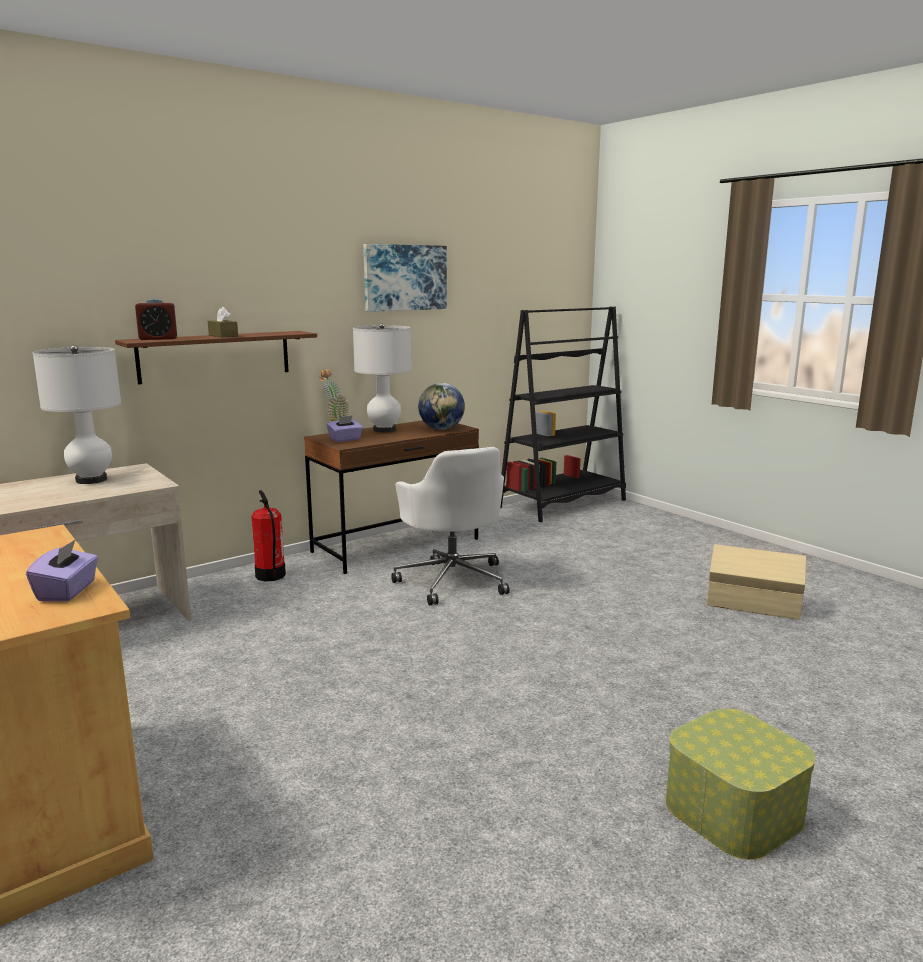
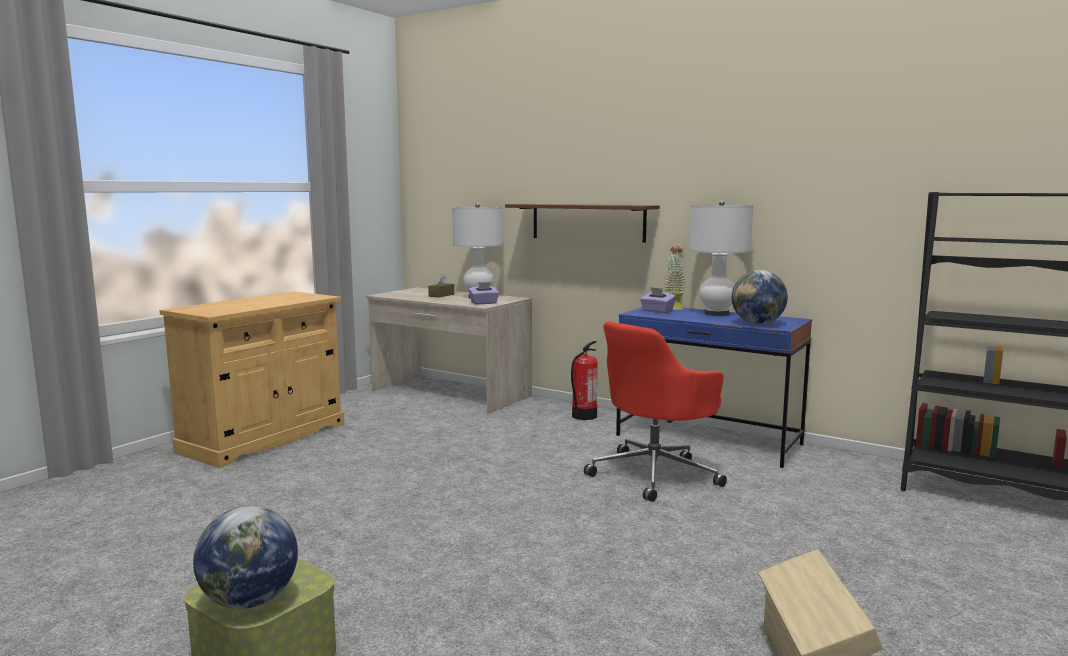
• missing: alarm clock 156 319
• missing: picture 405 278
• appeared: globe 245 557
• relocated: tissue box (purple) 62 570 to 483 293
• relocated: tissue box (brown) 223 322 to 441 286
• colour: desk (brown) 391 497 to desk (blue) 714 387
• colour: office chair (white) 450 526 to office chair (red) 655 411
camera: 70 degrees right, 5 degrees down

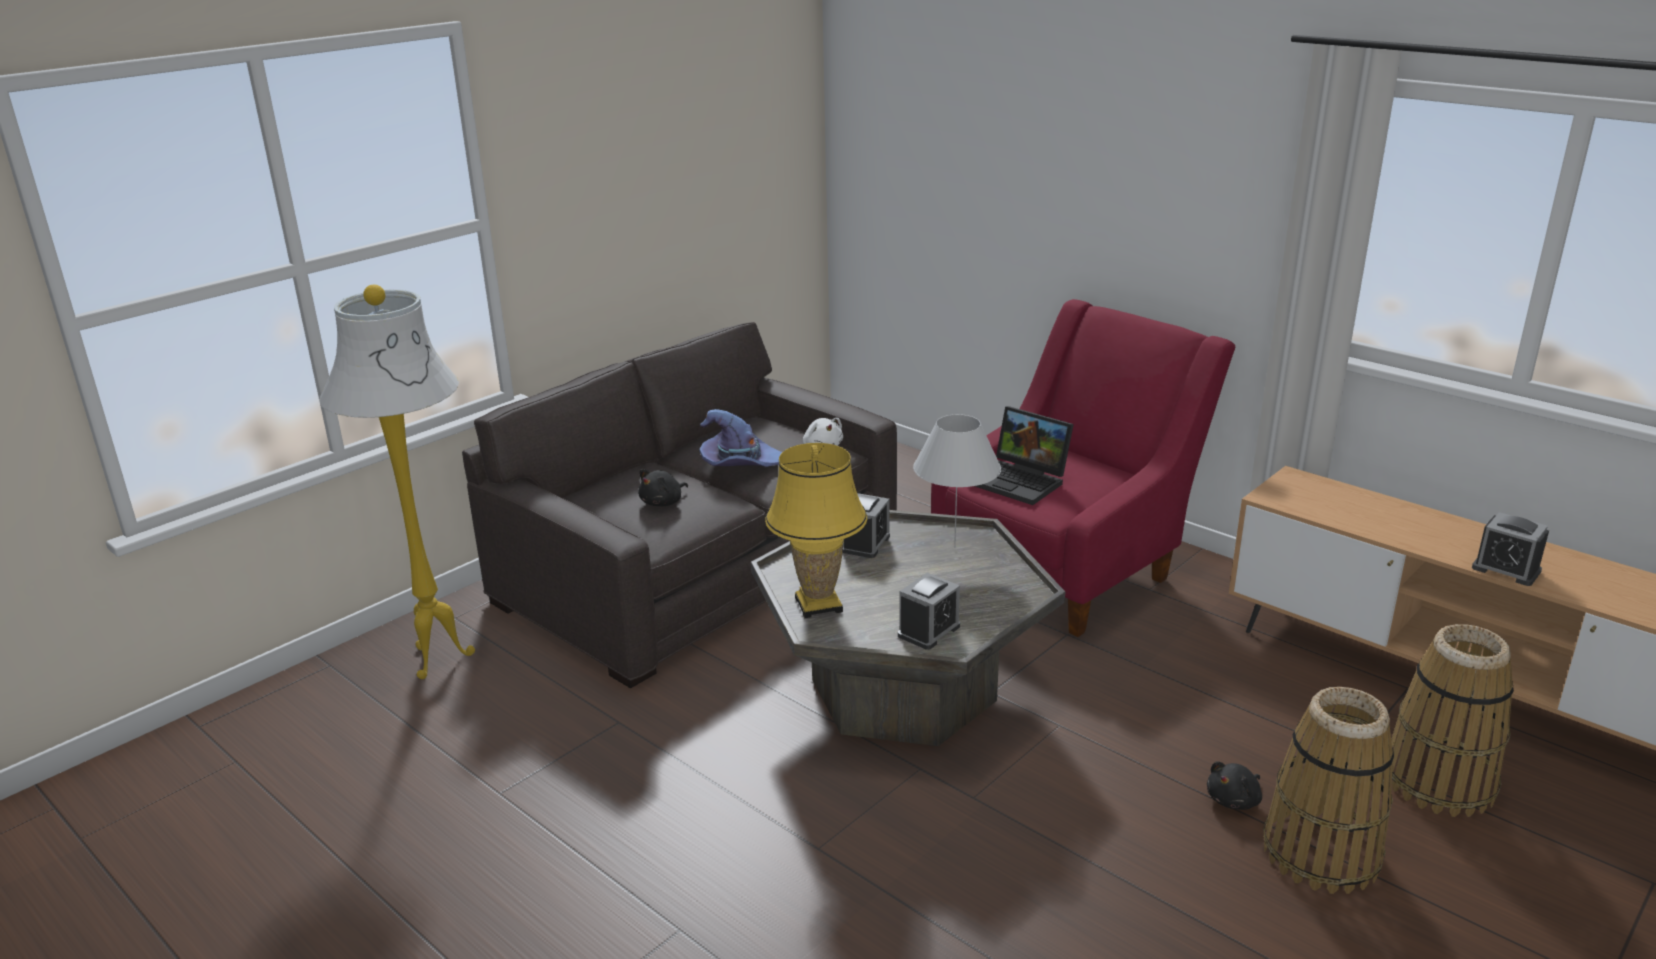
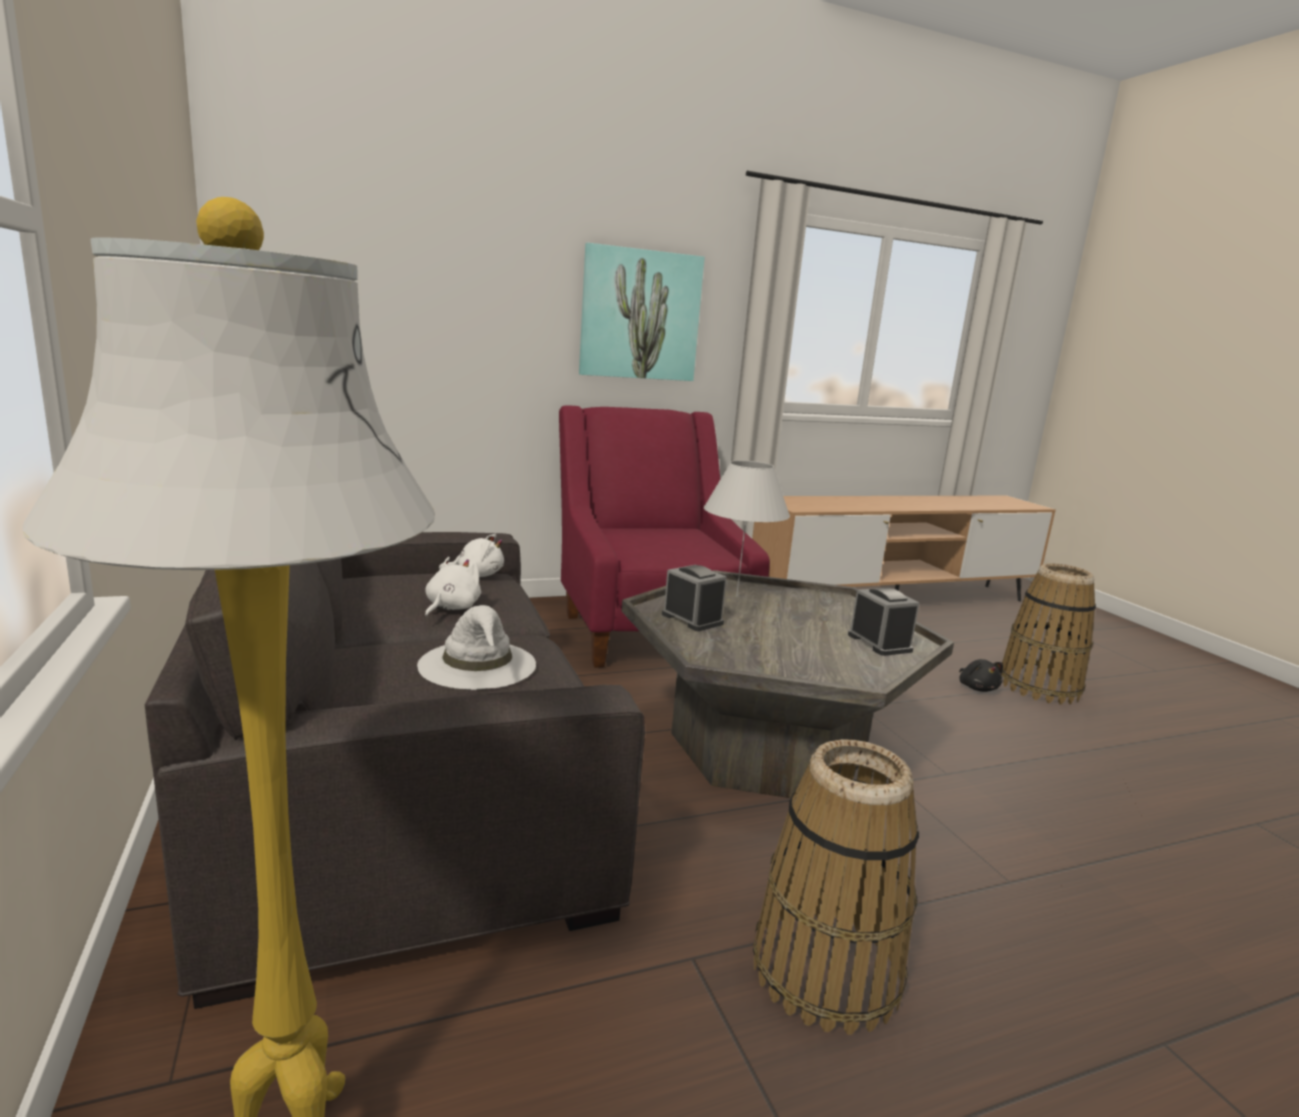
• missing: table lamp (yellow) 816 530
• missing: laptop 1024 455
• missing: alarm clock 1510 549
• appeared: picture 642 312
• relocated: basket 1448 720 to 836 887
• exchanged: plush toy (black) 663 487 to hat (white) 476 647
• exchanged: hat (purple) 740 438 to plush toy (white) 453 587
camera: 65 degrees left, 10 degrees down

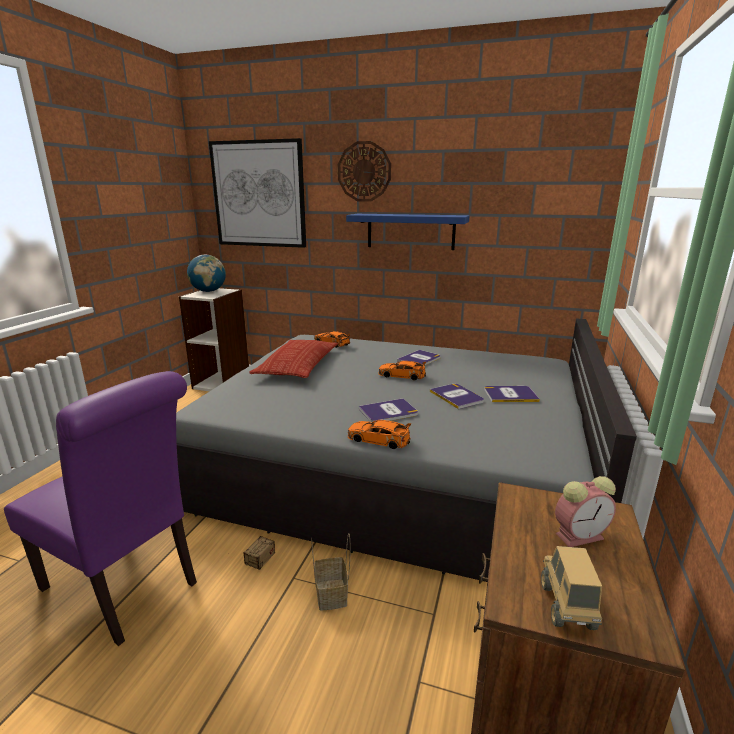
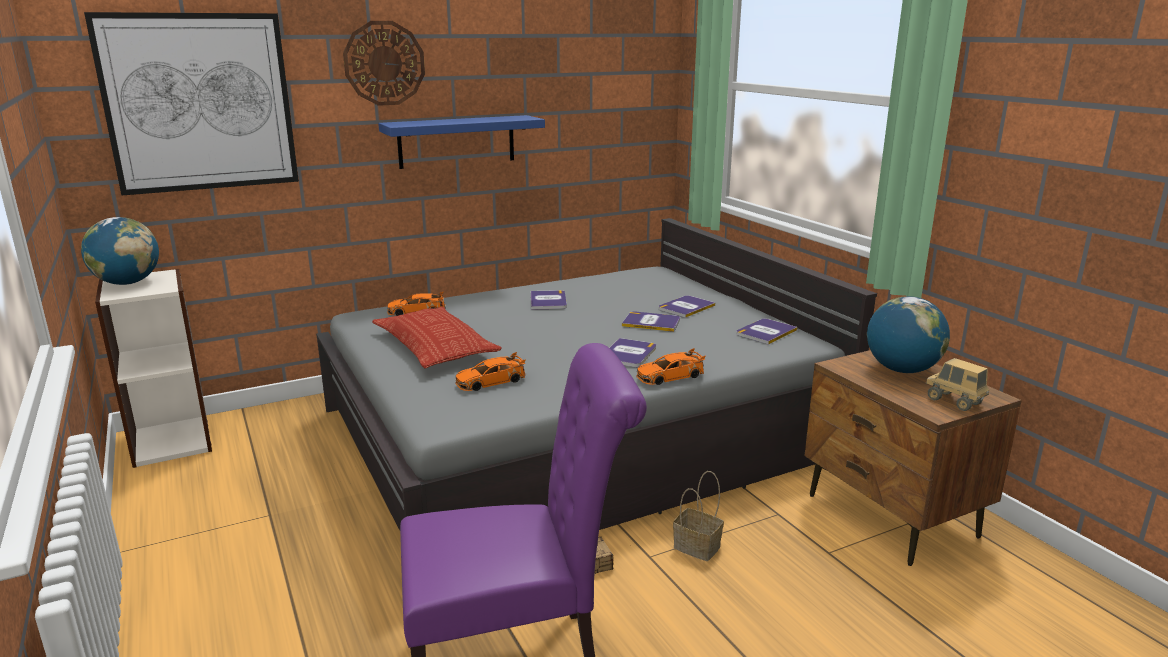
• appeared: book 766 331
• relocated: toy car (orange) 402 370 to 490 371
• exchanged: alarm clock 585 511 to globe 908 334
camera: 45 degrees left, 0 degrees up

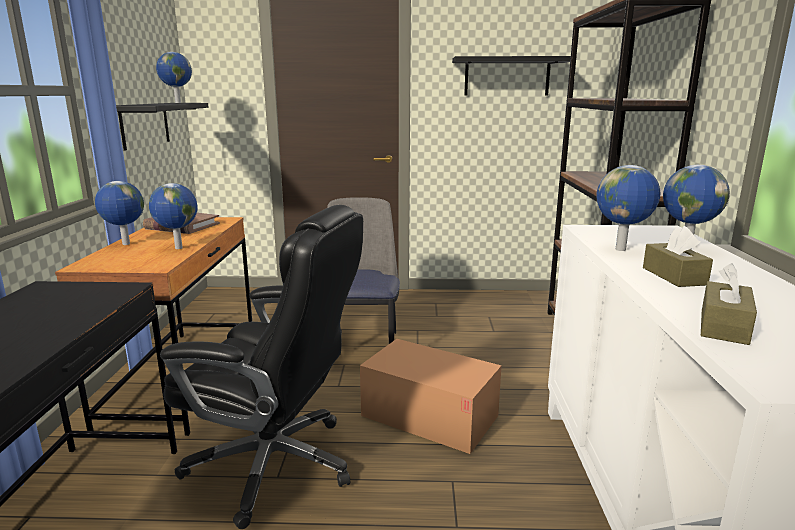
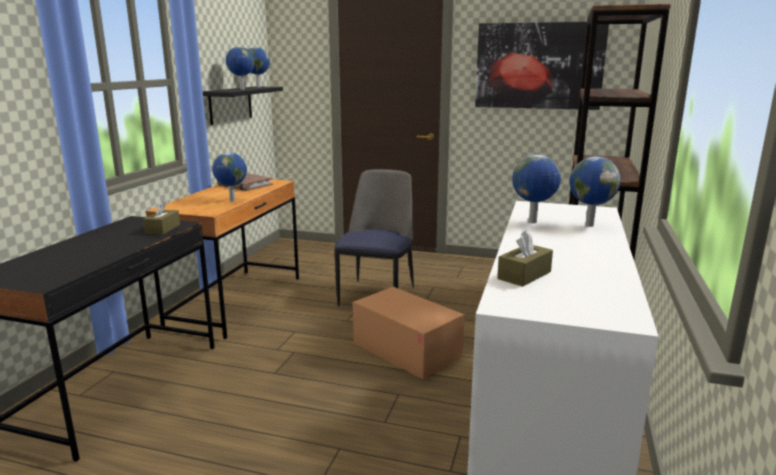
• missing: office chair (black) 261 367
• relocated: globe 119 213 to 240 68
• relocated: tissue box (brown) 678 256 to 161 217
• exchanged: shelf (black) 511 76 to picture 542 66
camera: 15 degrees right, 0 degrees up

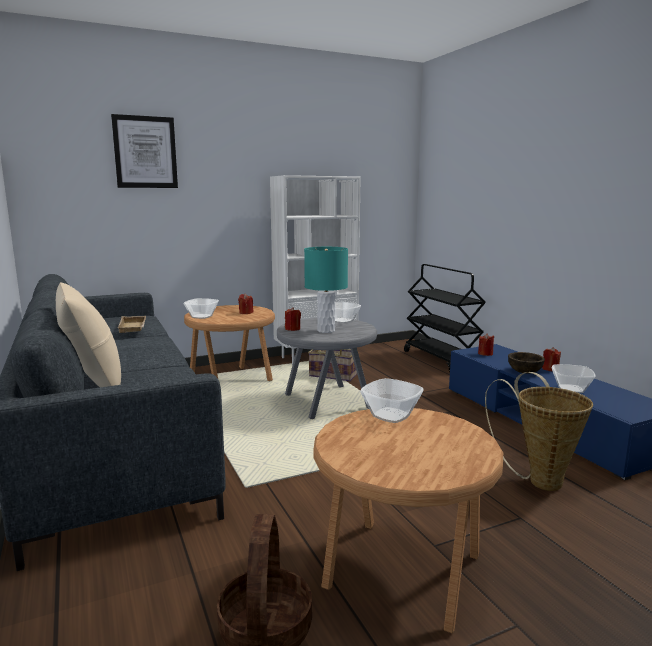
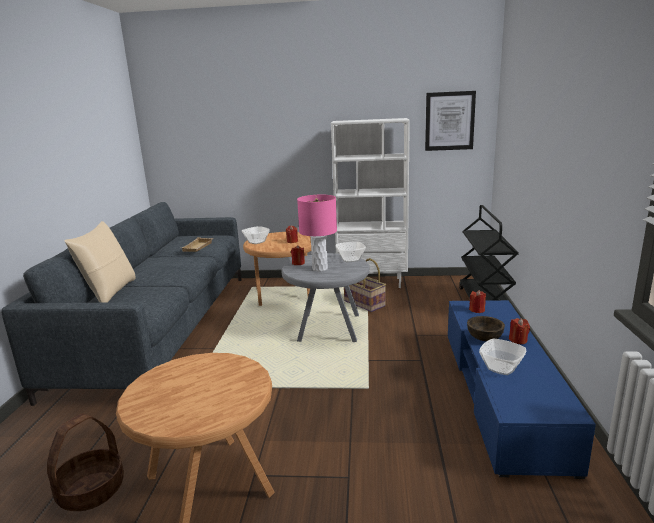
• missing: bowl 391 400
• missing: basket 539 431
• relocated: picture 144 151 to 450 121
• colour: table lamp (turquoise) 326 290 to table lamp (pink) 317 233
camera: 30 degrees right, 5 degrees up

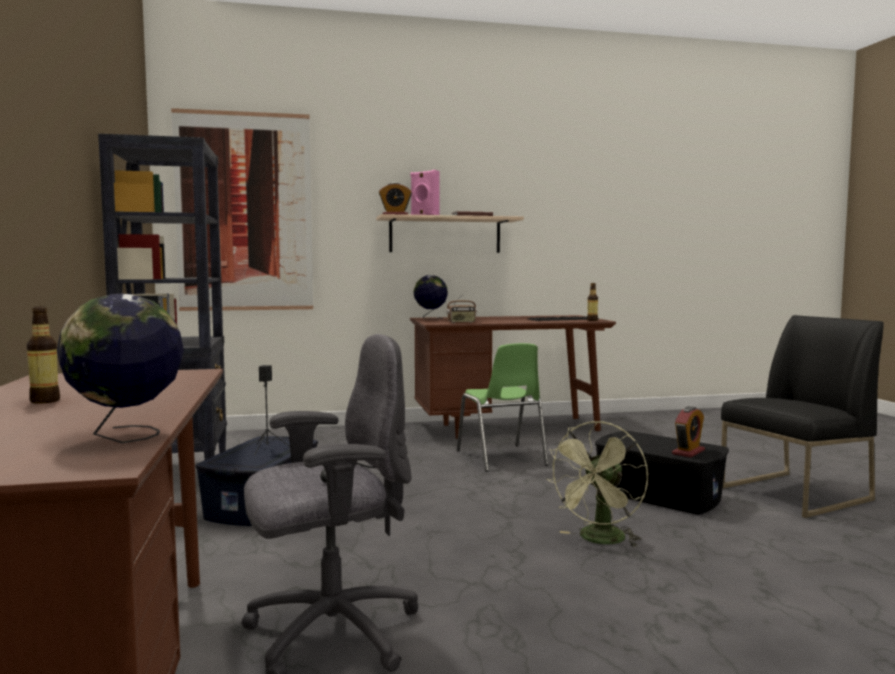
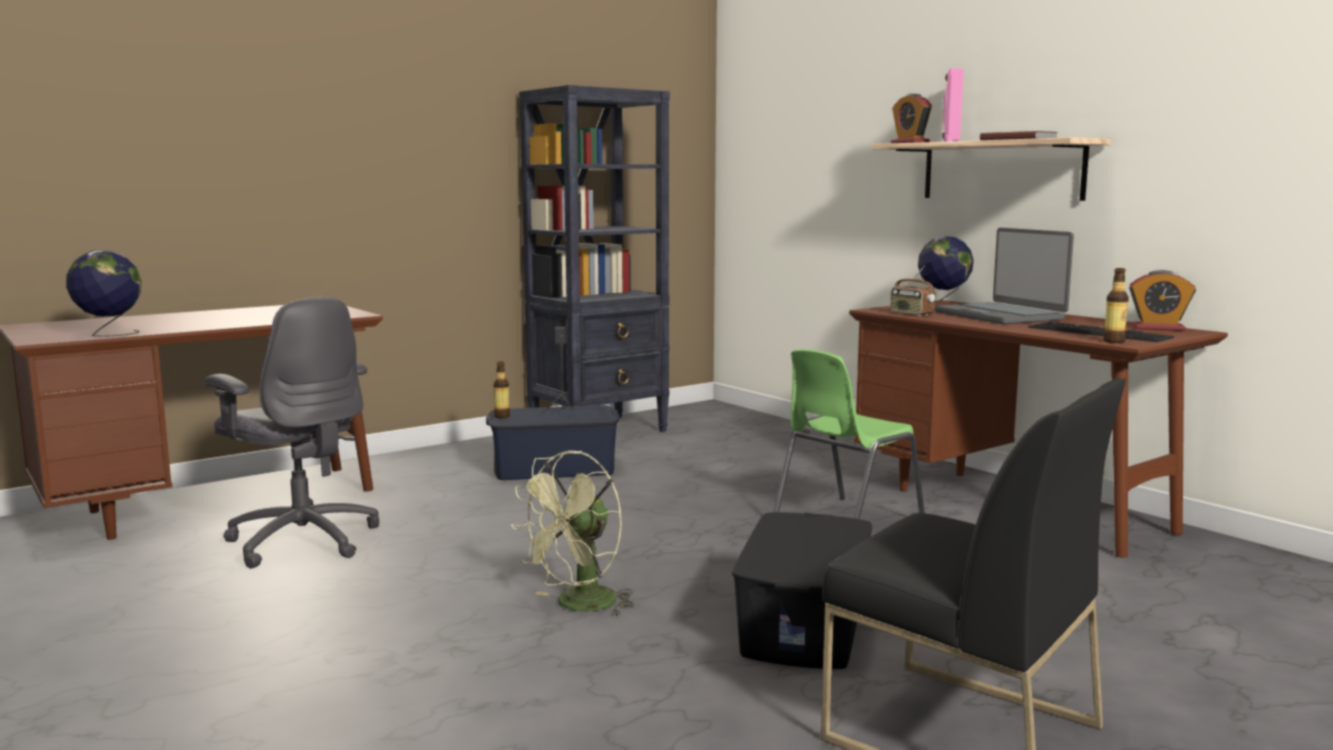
• missing: picture 242 209
• appeared: laptop 1004 276
• relocated: bottle 43 355 to 501 389
• relocated: alarm clock 688 431 to 1162 300
• spun: fan (green) 597 484 = 572 533 60 degrees counterclockwise
camera: 65 degrees right, 5 degrees up

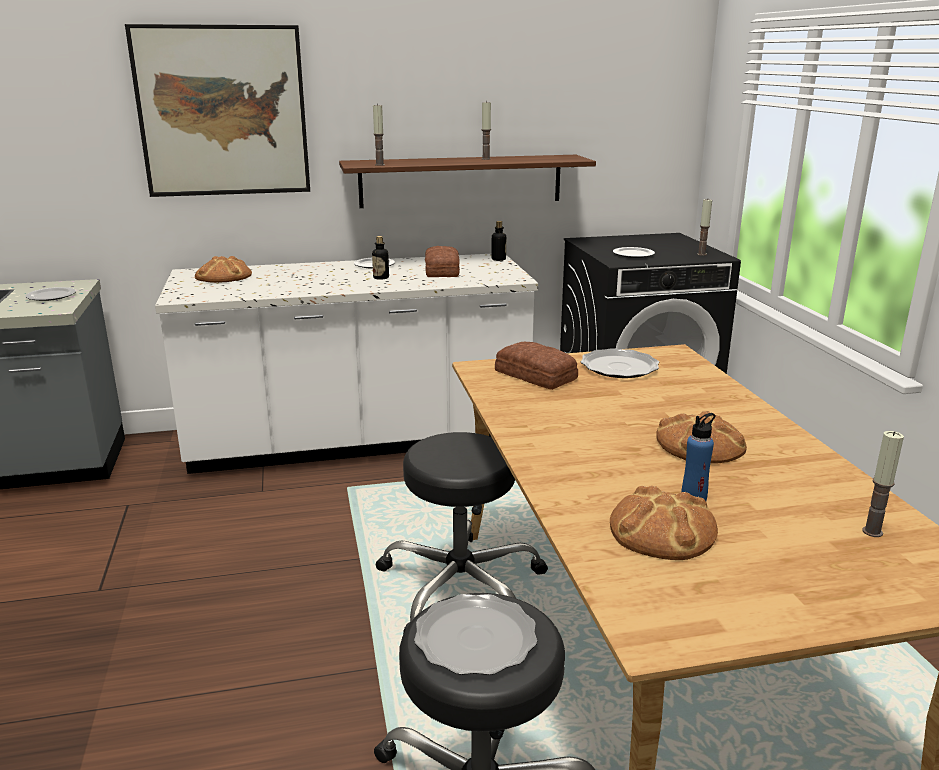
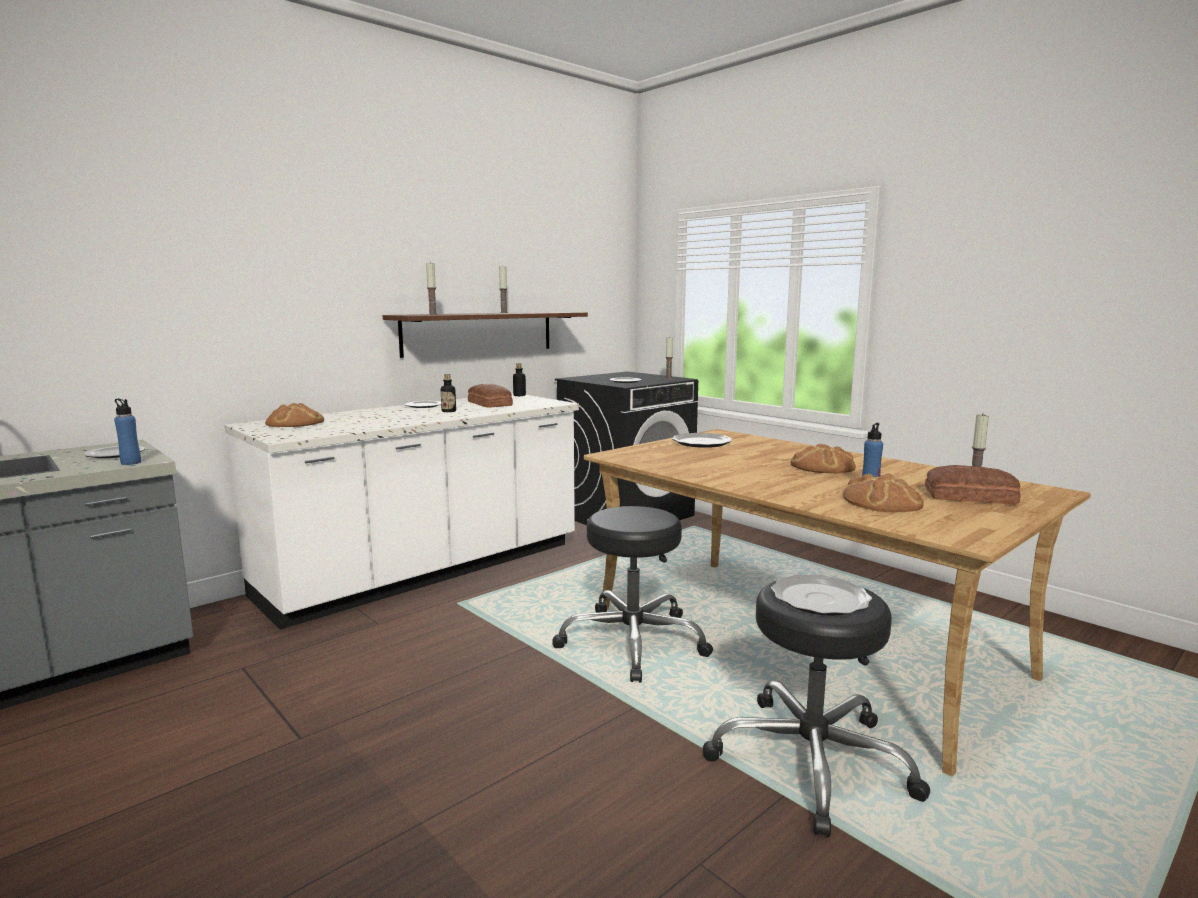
• missing: picture 217 110
• appeared: bottle (blue) 127 432
• relocated: bread 536 366 to 972 484
camera: 30 degrees left, 10 degrees down

